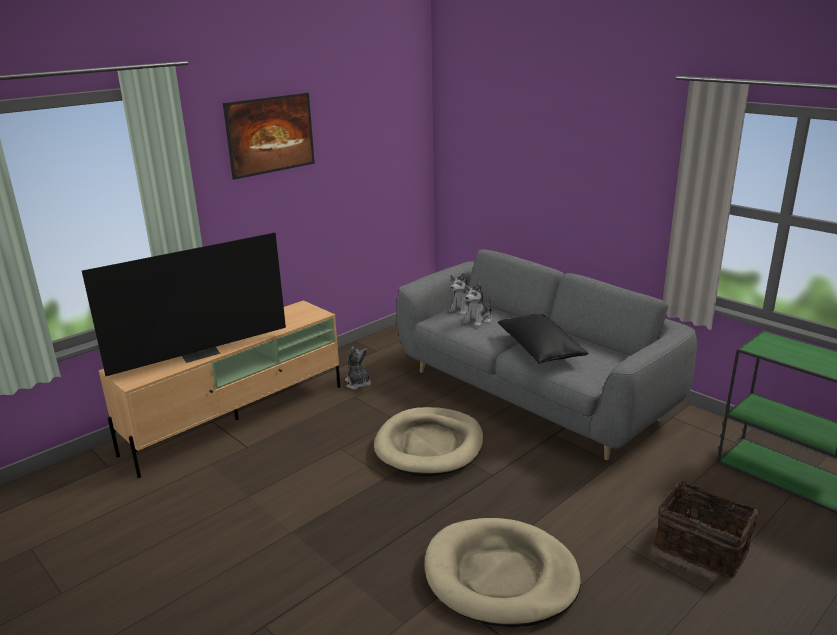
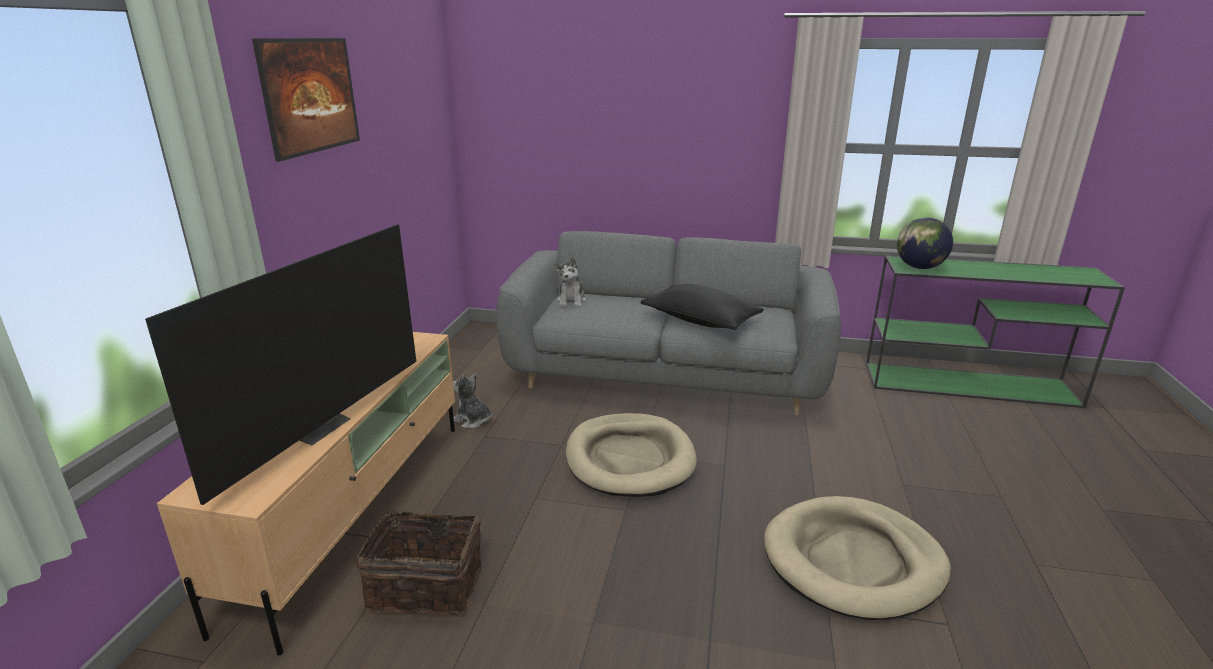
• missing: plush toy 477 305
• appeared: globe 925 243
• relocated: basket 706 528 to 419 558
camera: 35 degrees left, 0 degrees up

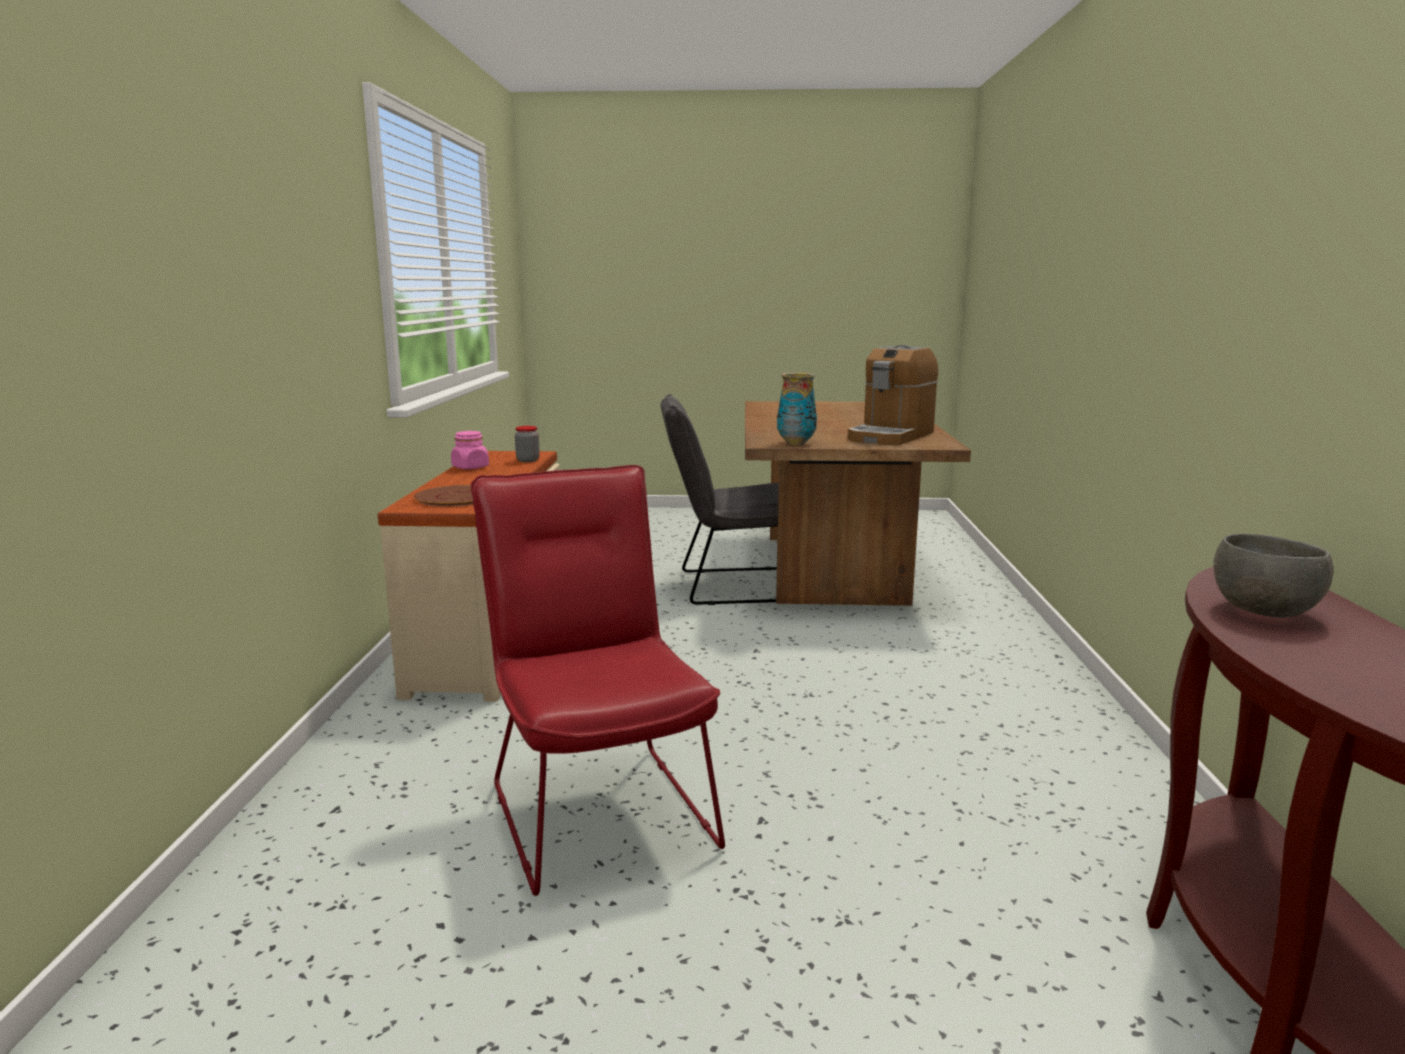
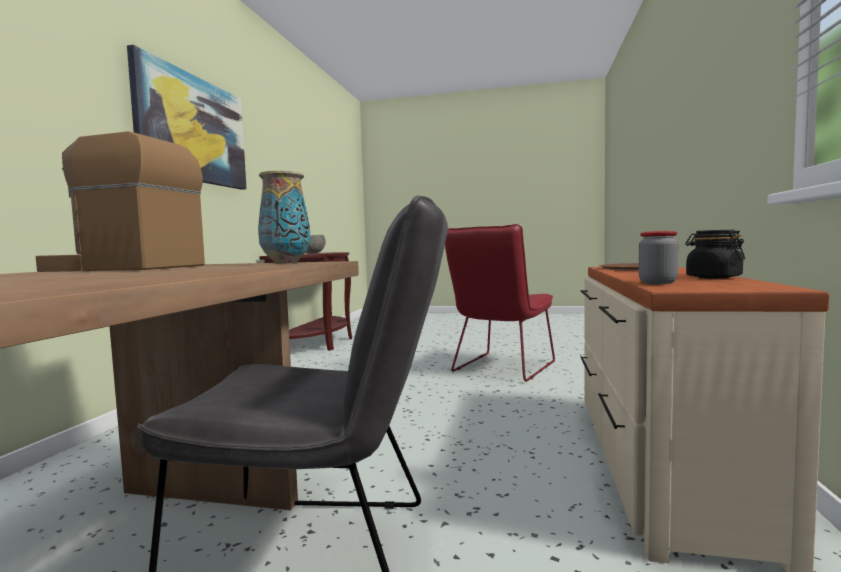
• appeared: picture 187 117
• colour: jar (pink) 470 450 to jar (black) 715 254
• spun: chair (red) 598 680 = 500 303 45 degrees clockwise
• spun: coffee machine 892 395 = 120 201 120 degrees counterclockwise
camera: 170 degrees left, 10 degrees down

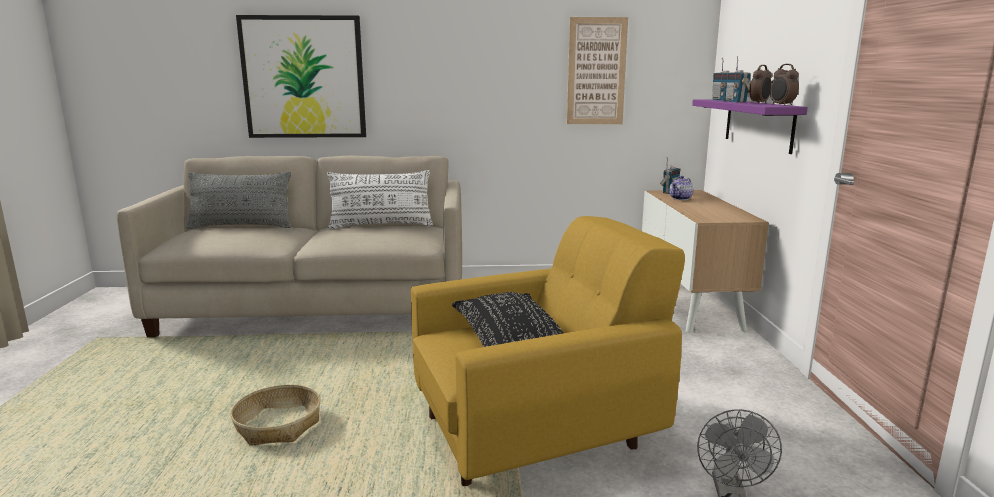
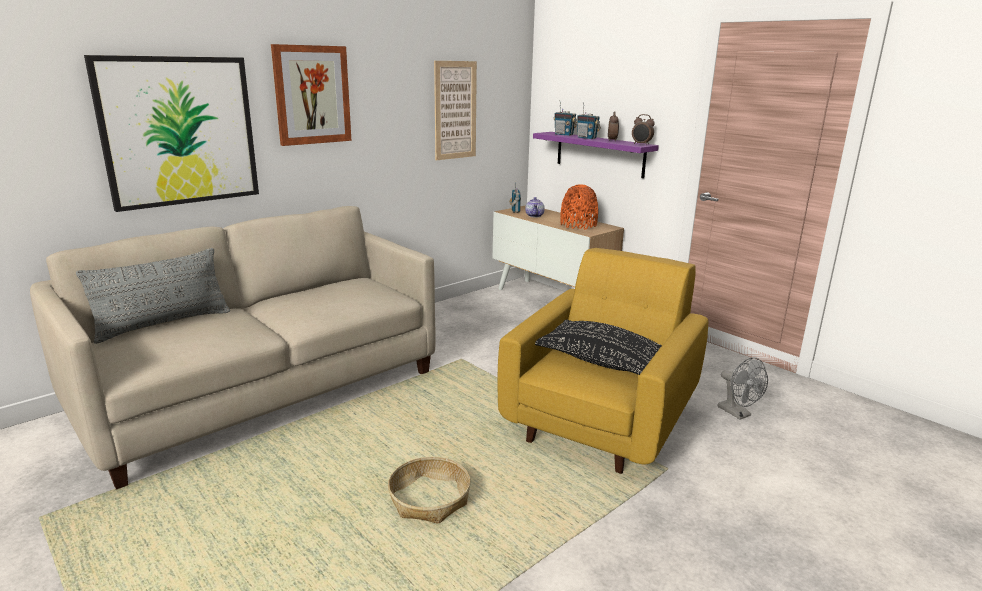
• missing: pillow (white) 380 199
• appeared: picture 311 95
• appeared: vase (orange) 579 207
camera: 40 degrees left, 5 degrees up

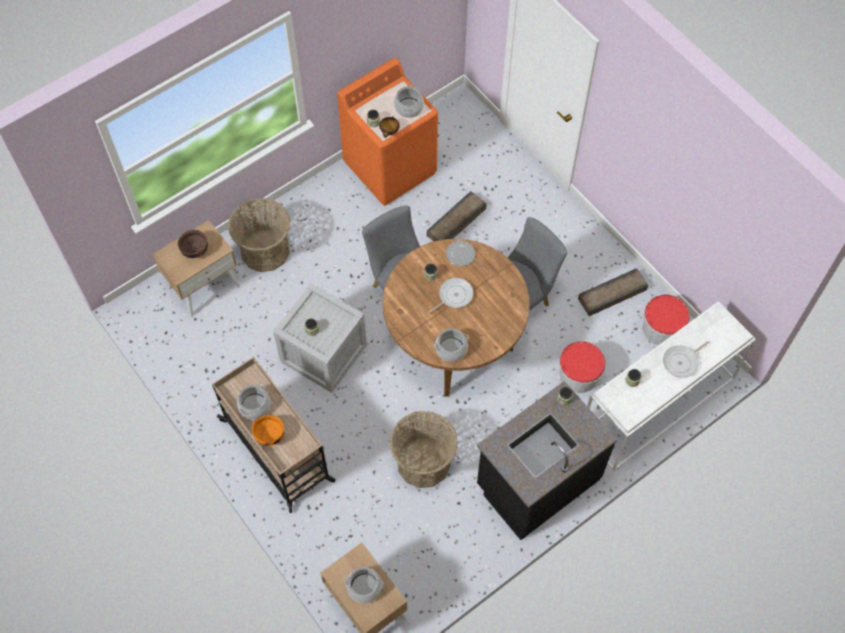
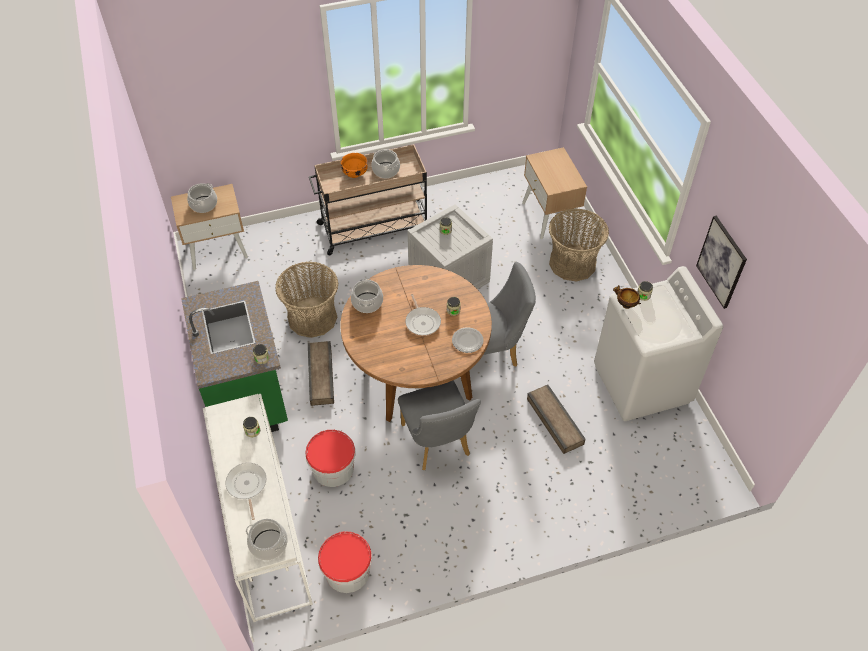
• missing: bowl (brown) 193 244
• appeared: picture 721 262
• relocated: cooking pot 409 101 to 267 540
• relocated: crate 613 292 to 321 373
• colour: washing machine (orange) 387 132 to washing machine (white) 658 343
• colour: counter (black) 547 460 to counter (green) 234 357
camera: 110 degrees right, 10 degrees down

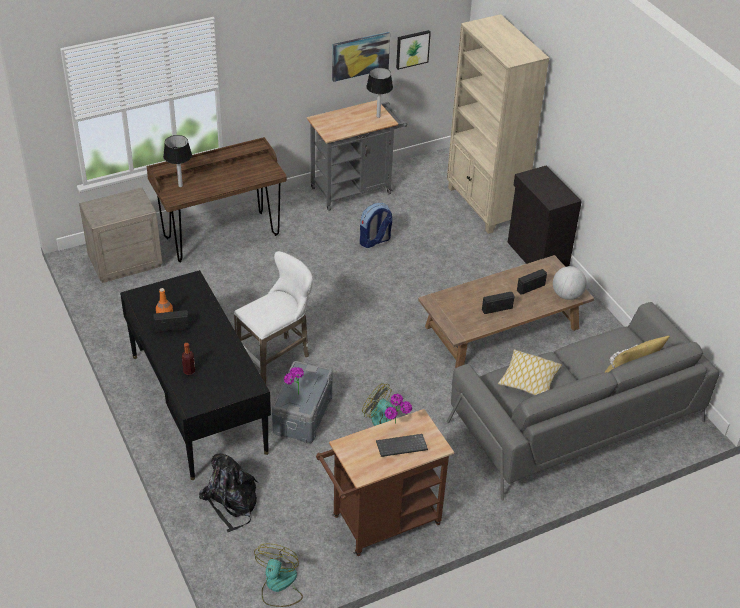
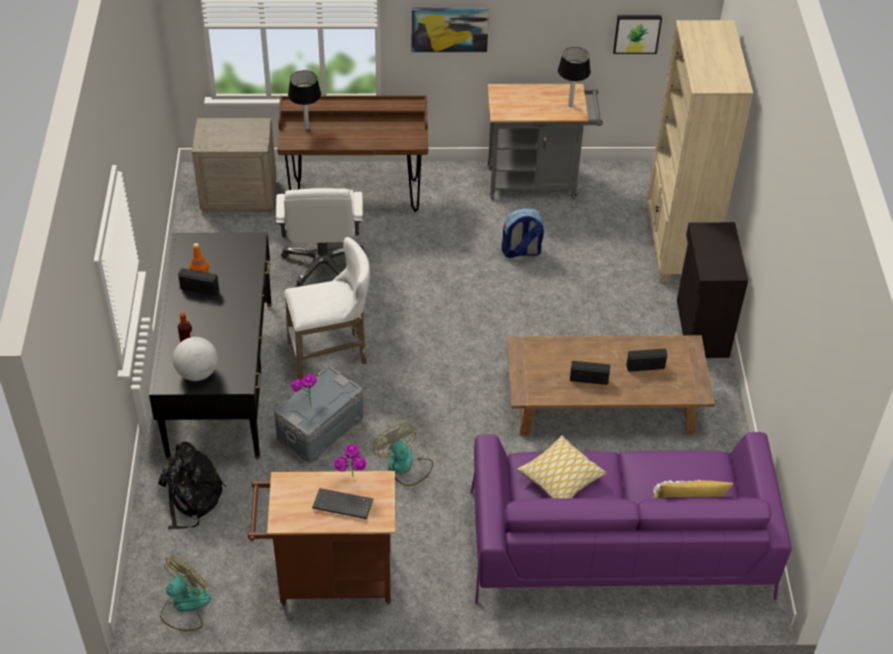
• appeared: office chair (white) 321 237
• relocated: picture 361 57 to 450 30
• relocated: globe 570 283 to 195 359
• colour: sofa (grey) 583 401 to sofa (purple) 631 518
camera: 25 degrees right, 5 degrees up

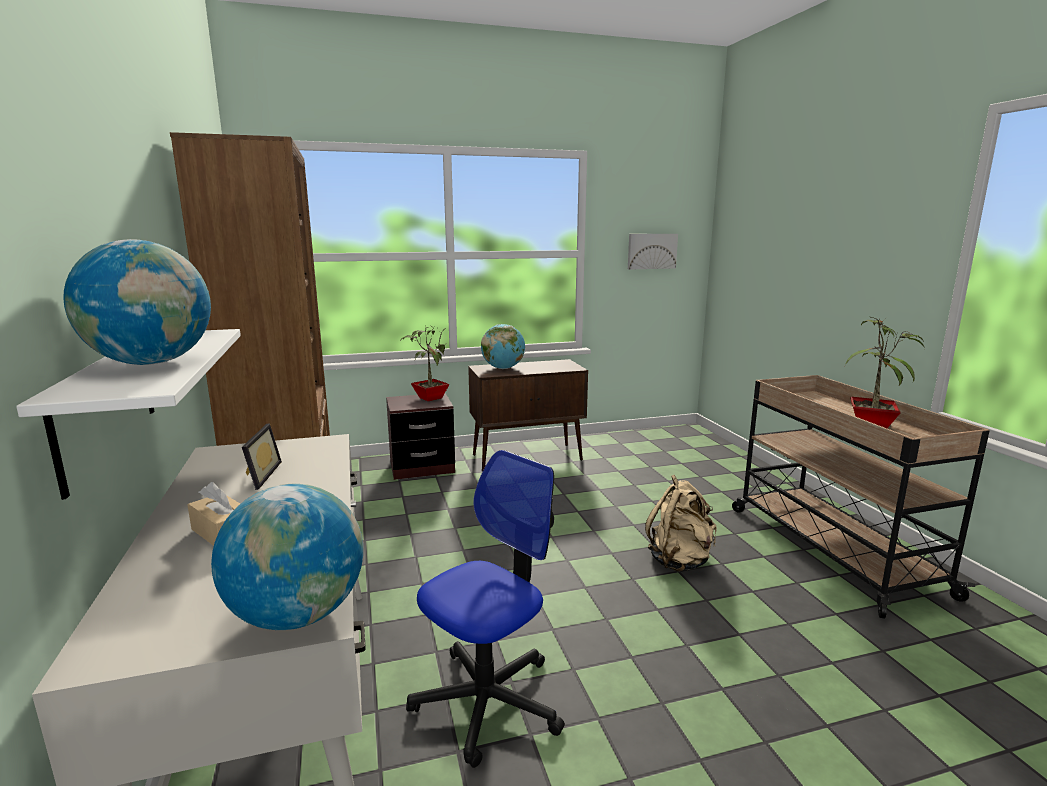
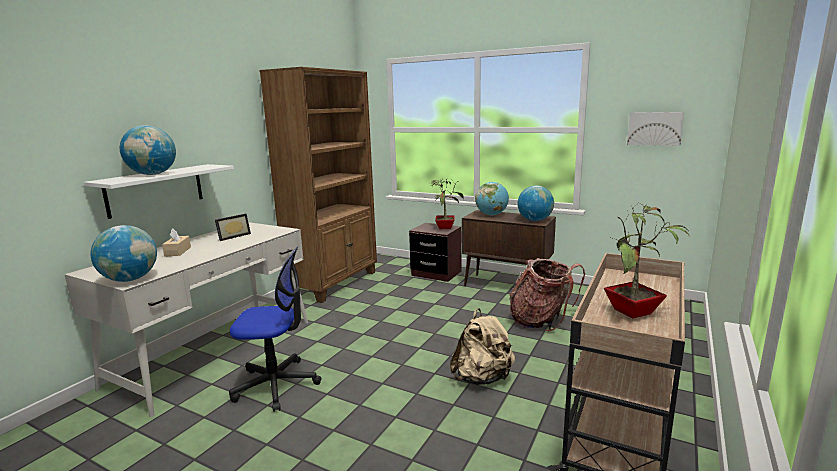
• appeared: backpack 547 295
• appeared: globe 535 203
camera: 45 degrees right, 0 degrees up

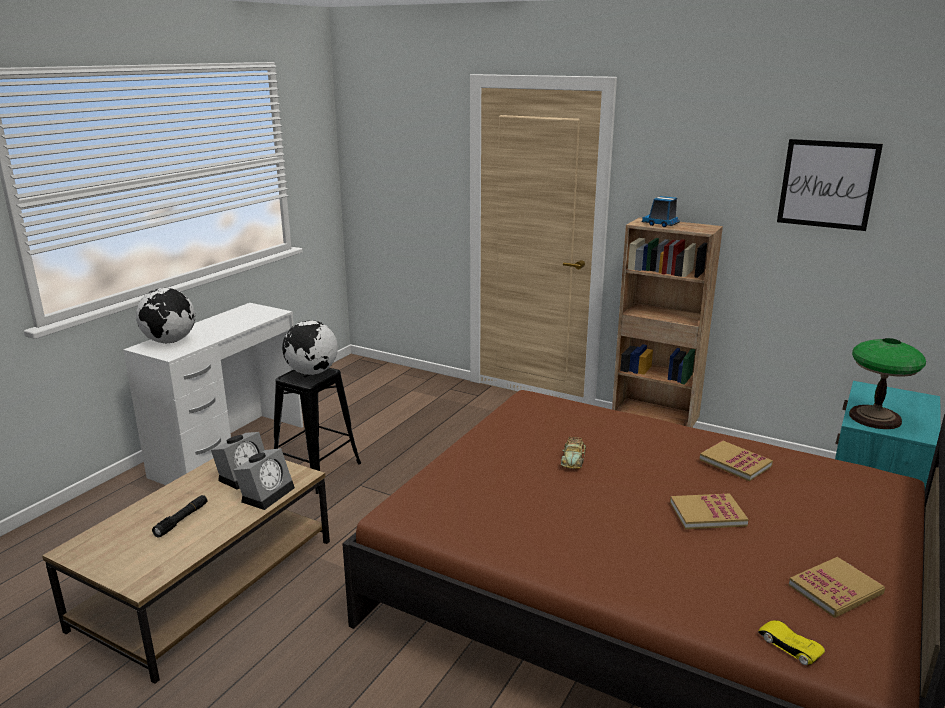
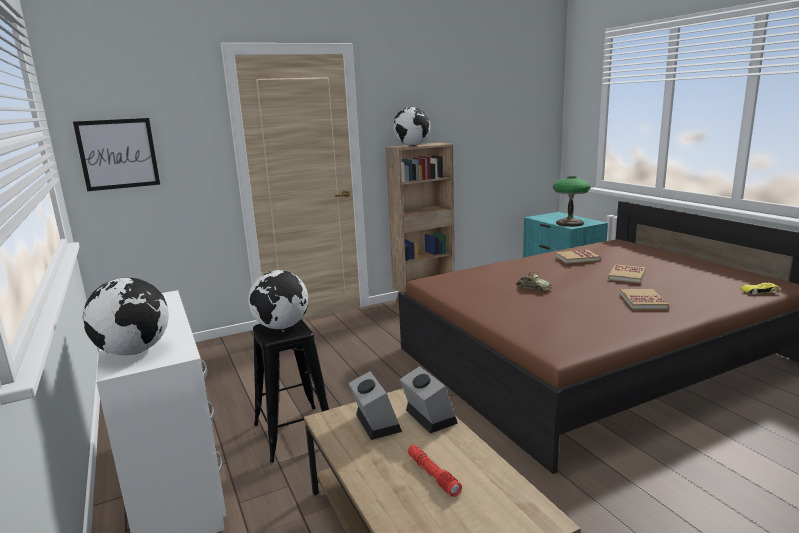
• relocated: picture 830 185 to 116 154
• relocated: book 836 587 to 644 299
• exchanged: toy truck 661 211 to globe 411 126
• colour: flashlight (black) 179 516 to flashlight (red) 435 470
camera: 55 degrees left, 5 degrees down

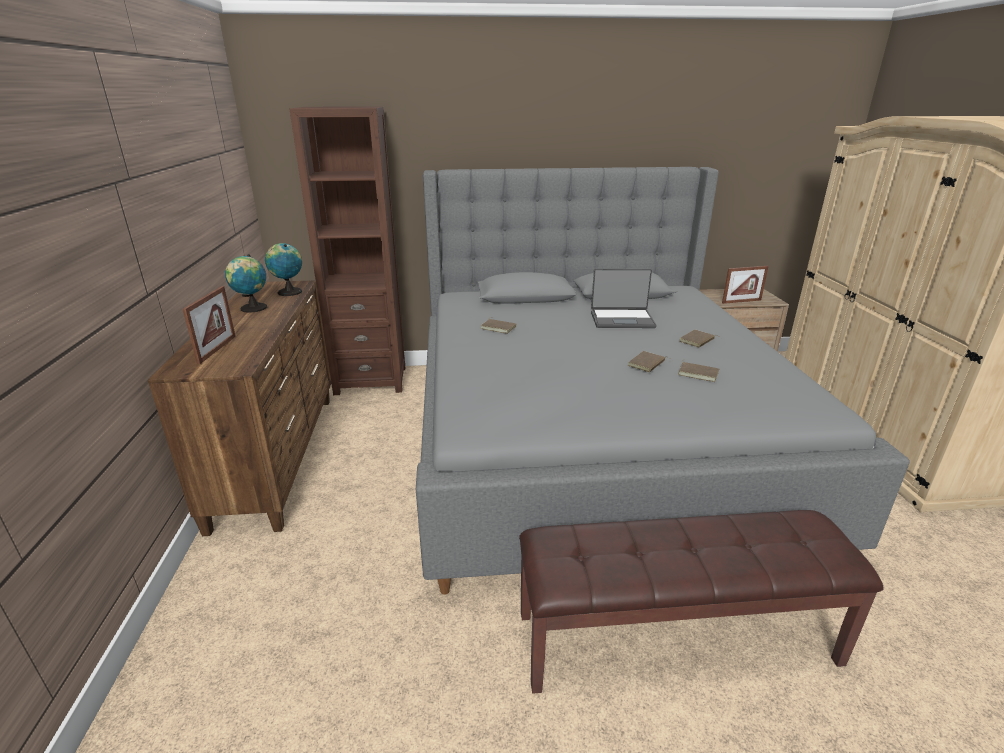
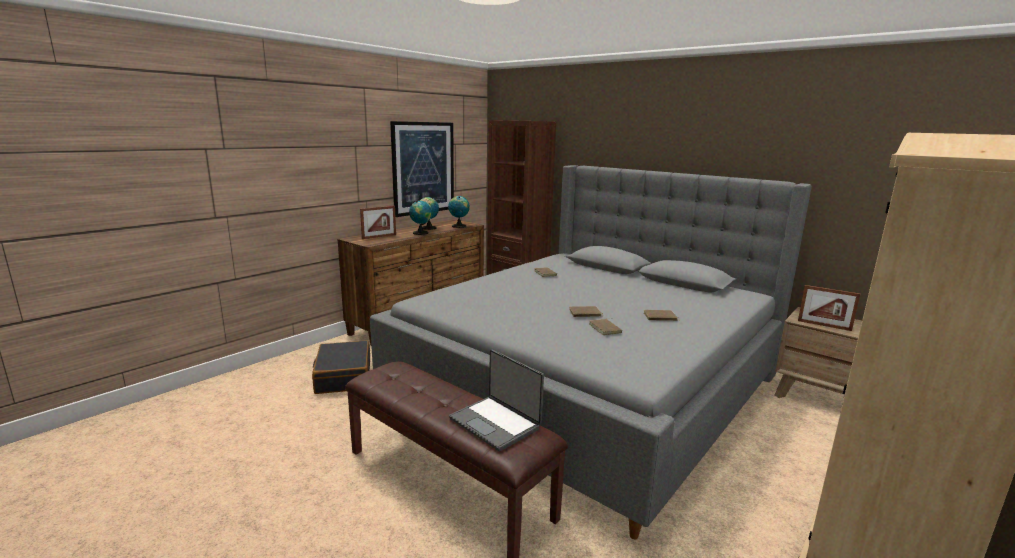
• appeared: suitcase (black) 341 367
• appeared: picture 422 169
• appeared: globe 420 218
• relocated: laptop 623 298 to 496 400
camera: 45 degrees right, 10 degrees down

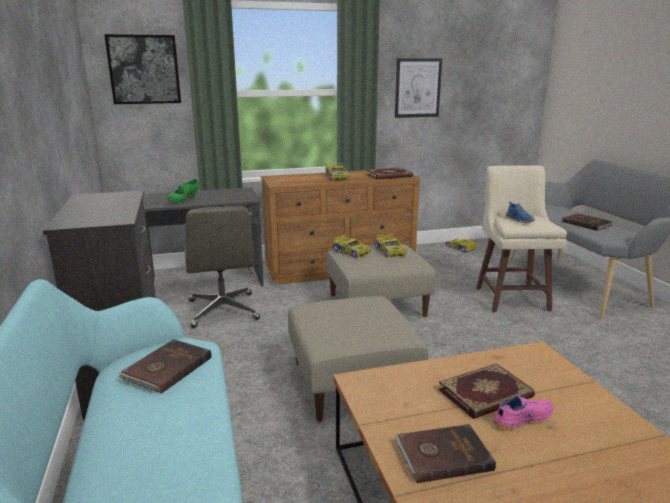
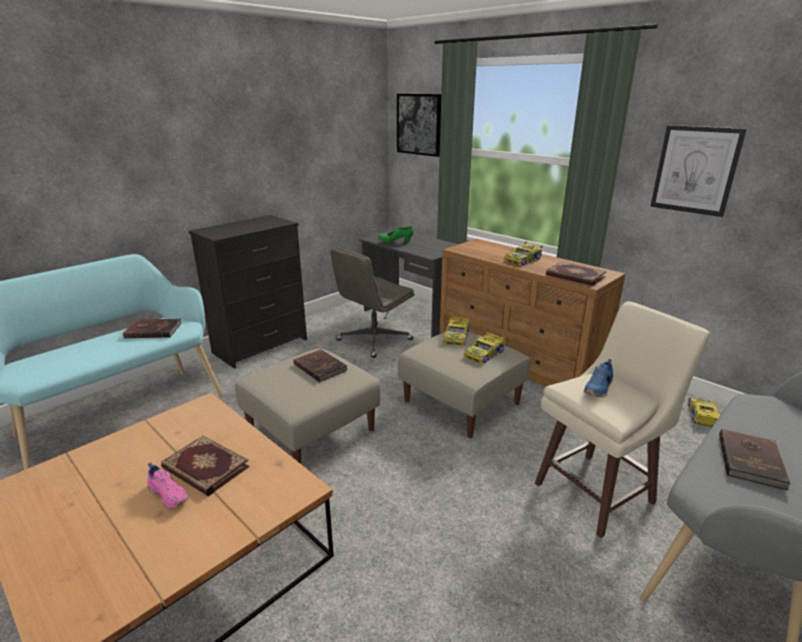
• relocated: book (brown) 445 453 to 320 365
camera: 60 degrees right, 5 degrees up

